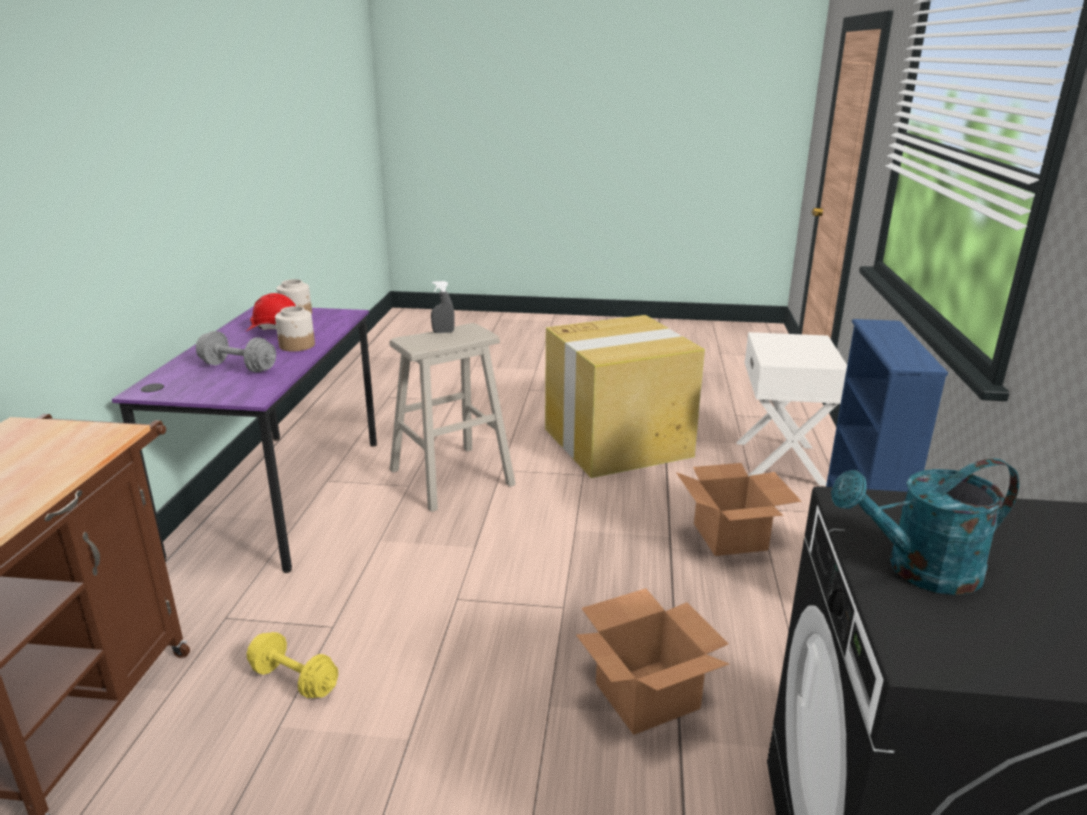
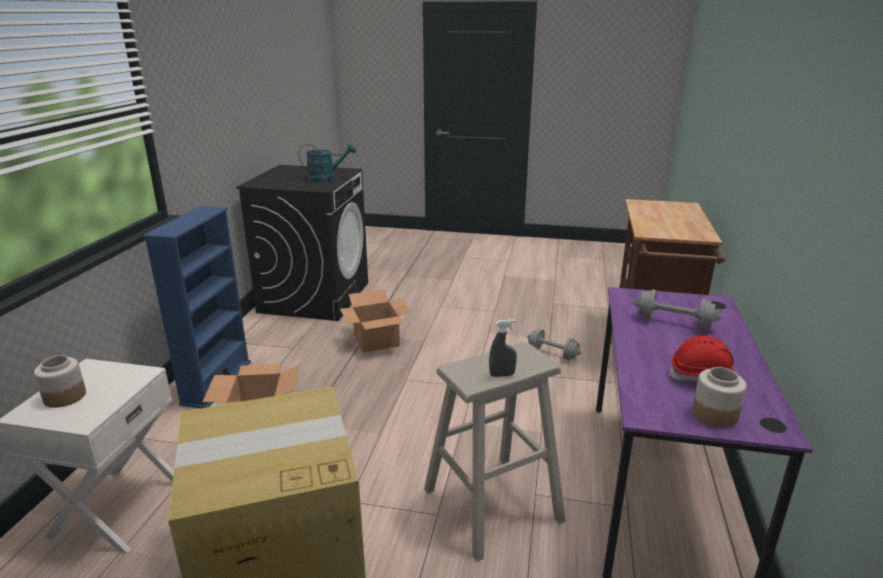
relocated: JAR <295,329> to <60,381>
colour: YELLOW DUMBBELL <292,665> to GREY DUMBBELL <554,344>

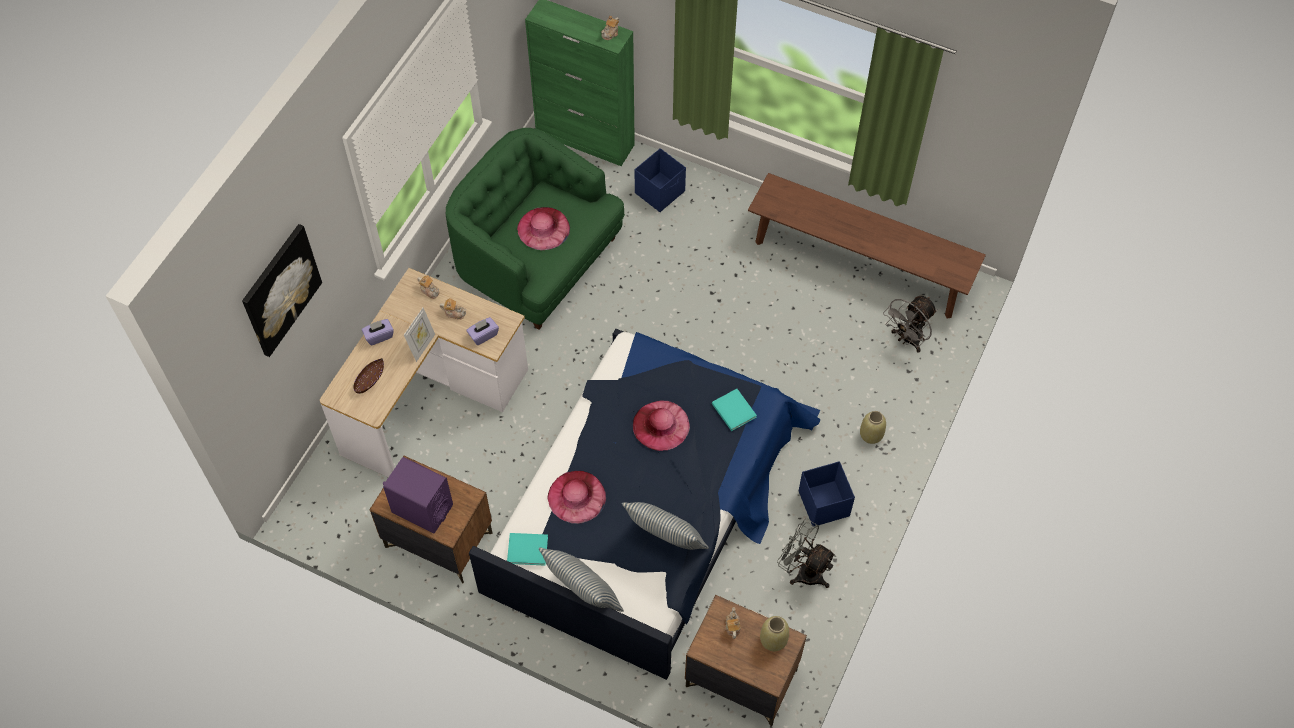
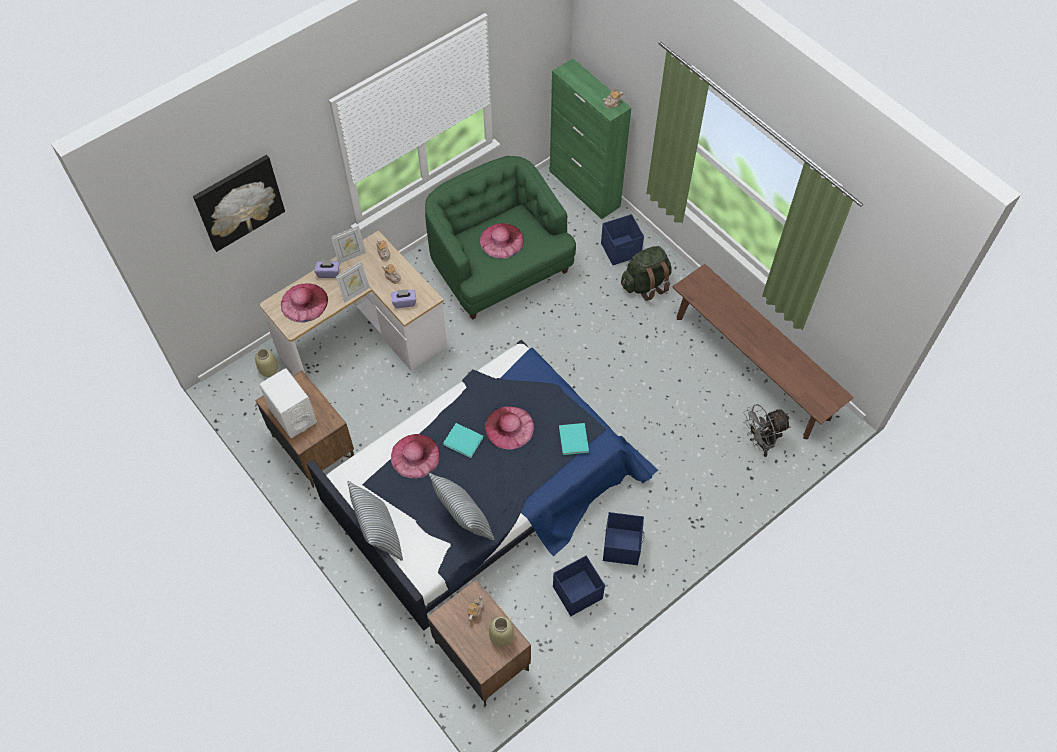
appeared: PICTURE FRAME <348,245>; GREEN BACKPACK <646,273>
relocated: TURQUOISE BOOK <527,549> to <463,440>; BEIGE VASE <873,427> to <266,363>
exchanged: BROWN BOWL <368,376> to PINK HAT <304,303>; GREY FAN <806,553> to BLUE STORAGE BOX <579,585>
colour: PURPLE SPEAKER <418,495> to WHITE SPEAKER <288,403>

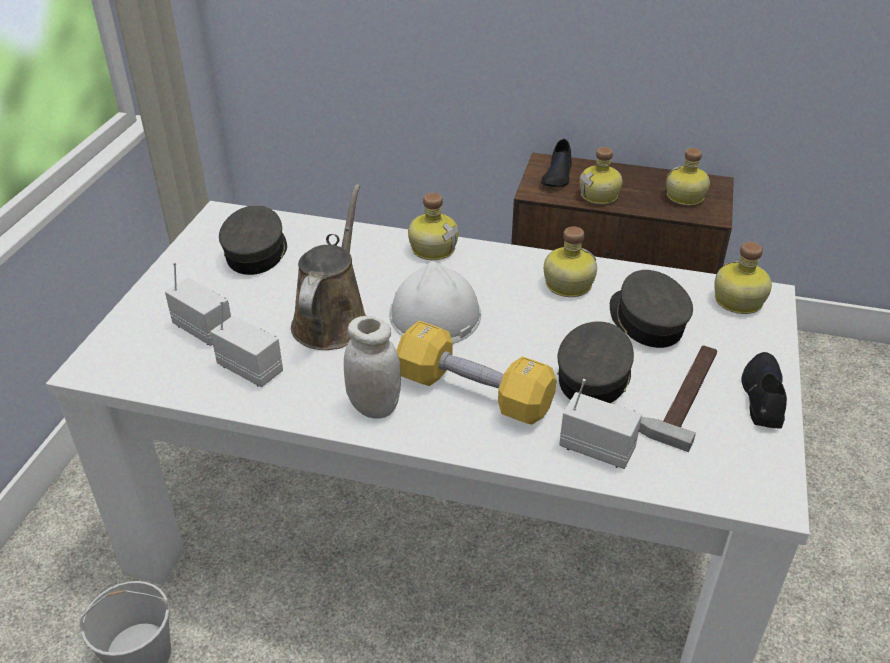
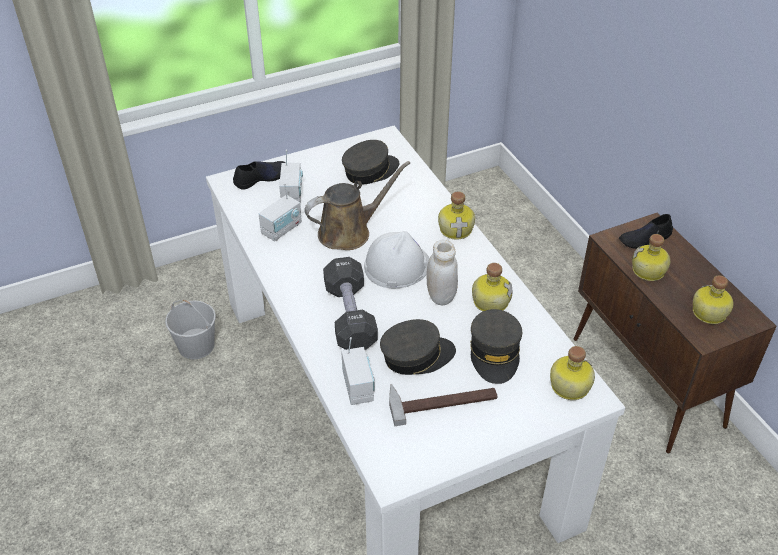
relocated: WHITE JAR <372,367> to <442,272>; BLACK SHOE <764,390> to <259,175>
colour: YELLOW DUMBBELL <476,373> to BLACK DUMBBELL <350,303>
spun: RADIO <246,343> = <280,212> 45 degrees clockwise; GREY CAP <651,309> = <496,346> 150 degrees clockwise

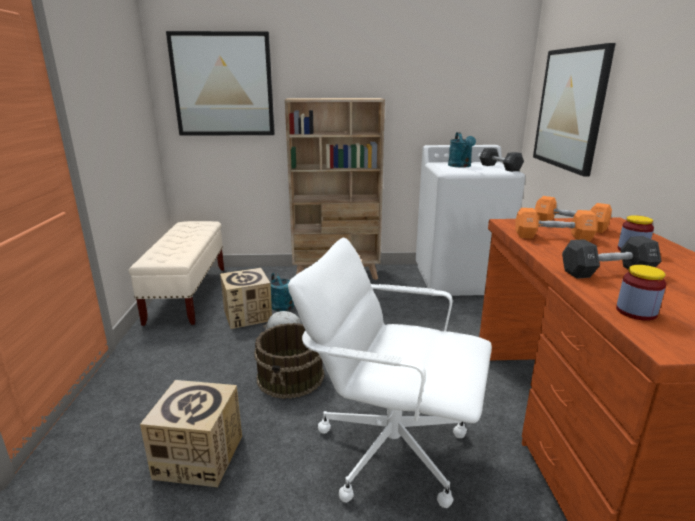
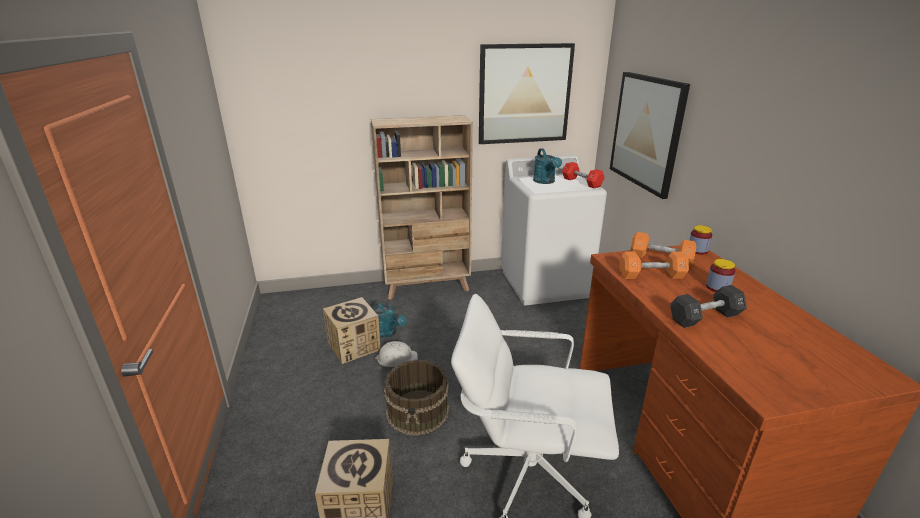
missing: BEIGE BENCH <176,273>
relocated: PICTURE <220,83> to <527,93>; JAR <641,293> to <700,240>
colour: BLACK DUMBBELL <502,160> to RED DUMBBELL <583,175>

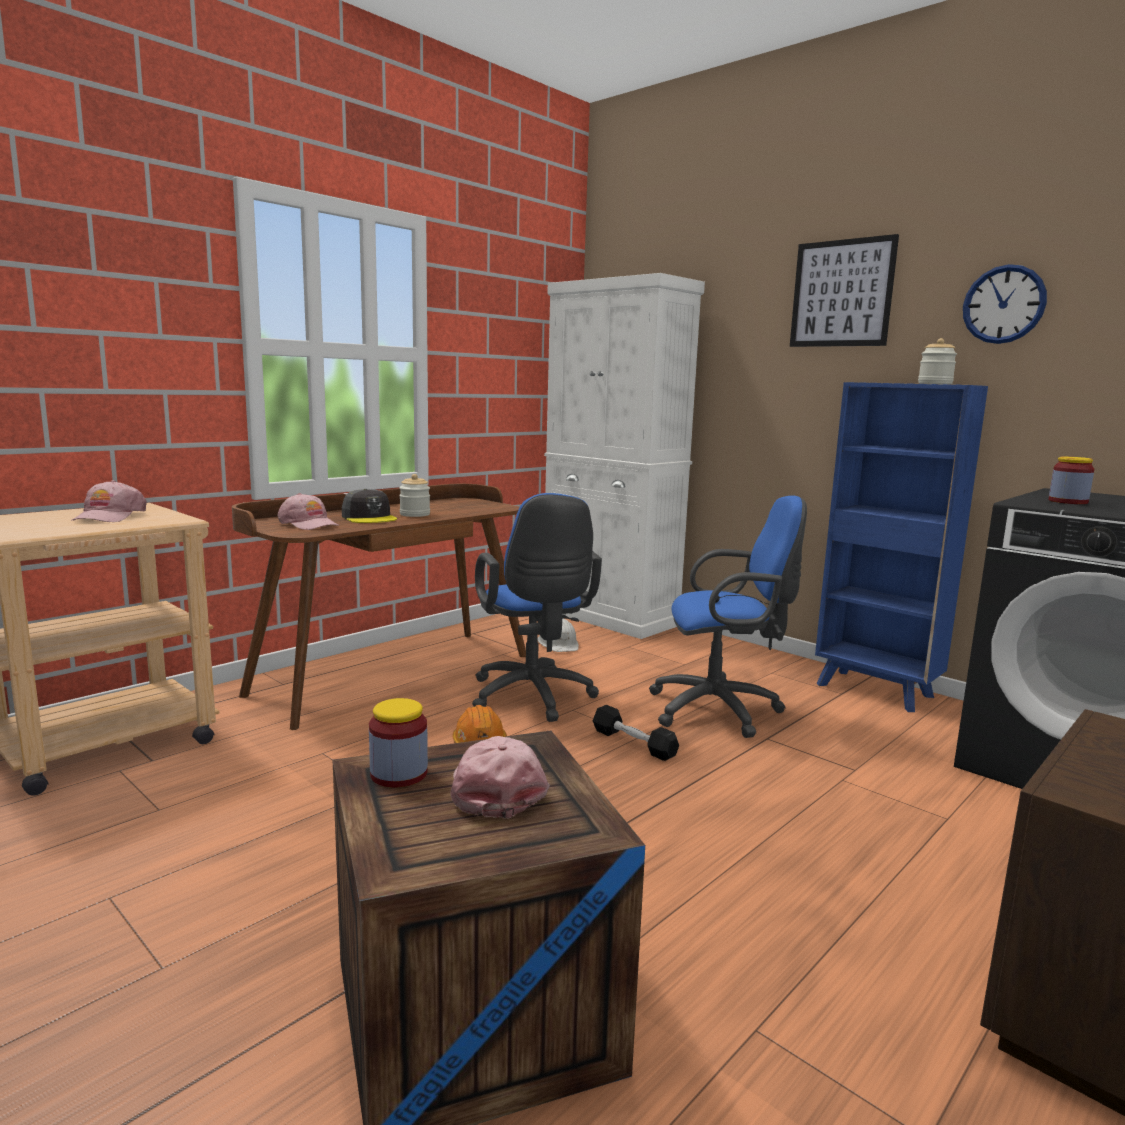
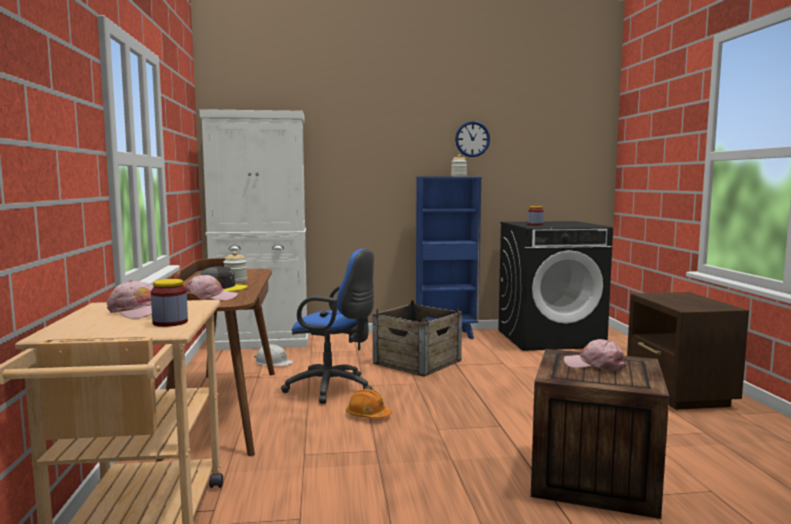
missing: BLACK DUMBBELL <636,733>; PICTURE <844,290>
relocated: JAR <398,742> to <169,303>
exchanged: BLUE OFFICE CHAIR <728,617> to CRATE <417,338>

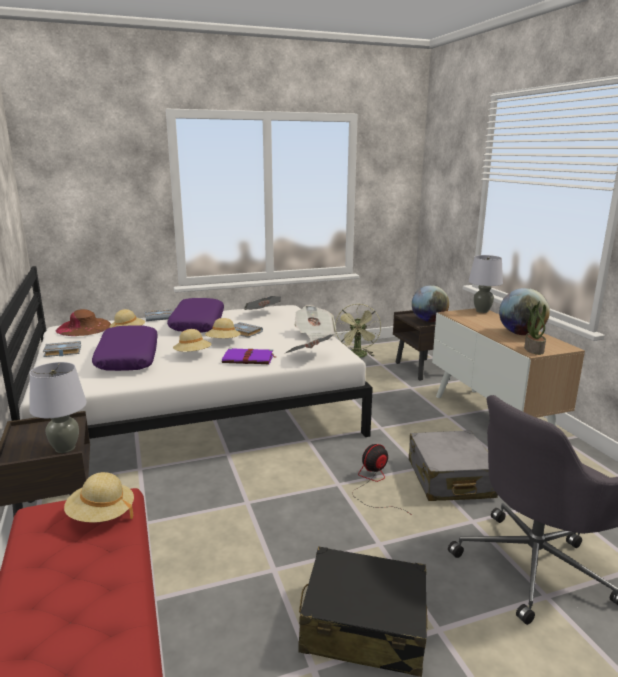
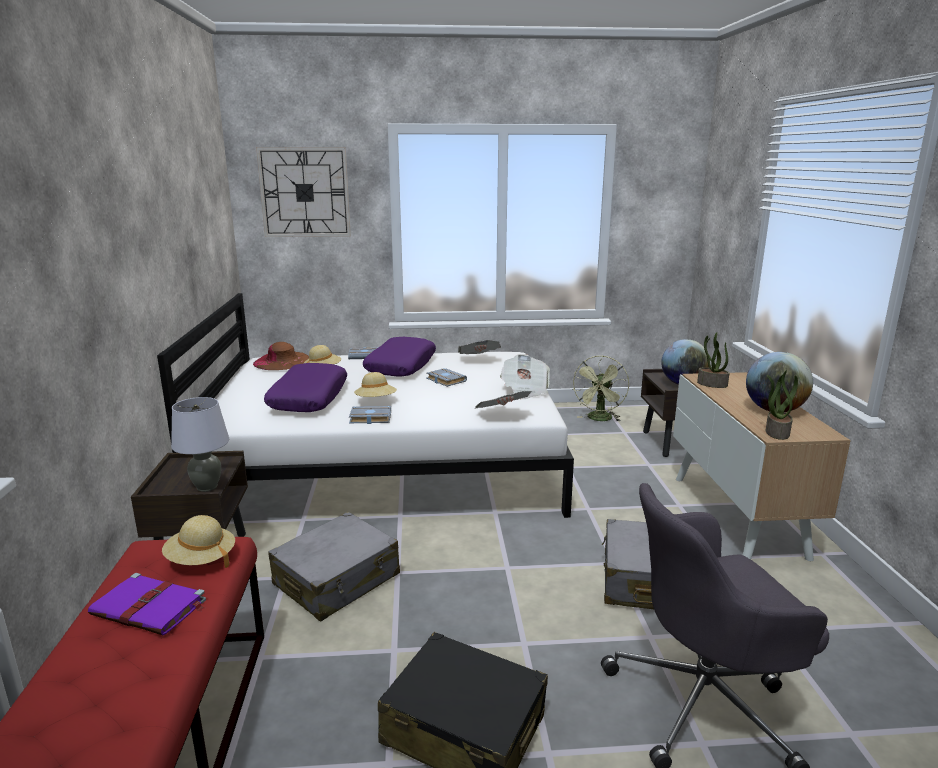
missing: BEIGE HAT <223,328>; FAN <382,479>; GREY TABLE LAMP <485,284>
appeared: WALL CLOCK <303,192>; GREY SUITCASE <334,566>; POTTED PLANT <713,360>
relocated: GREY BOOK <62,349> to <370,415>; PURPLE BOOK <249,356> to <147,604>

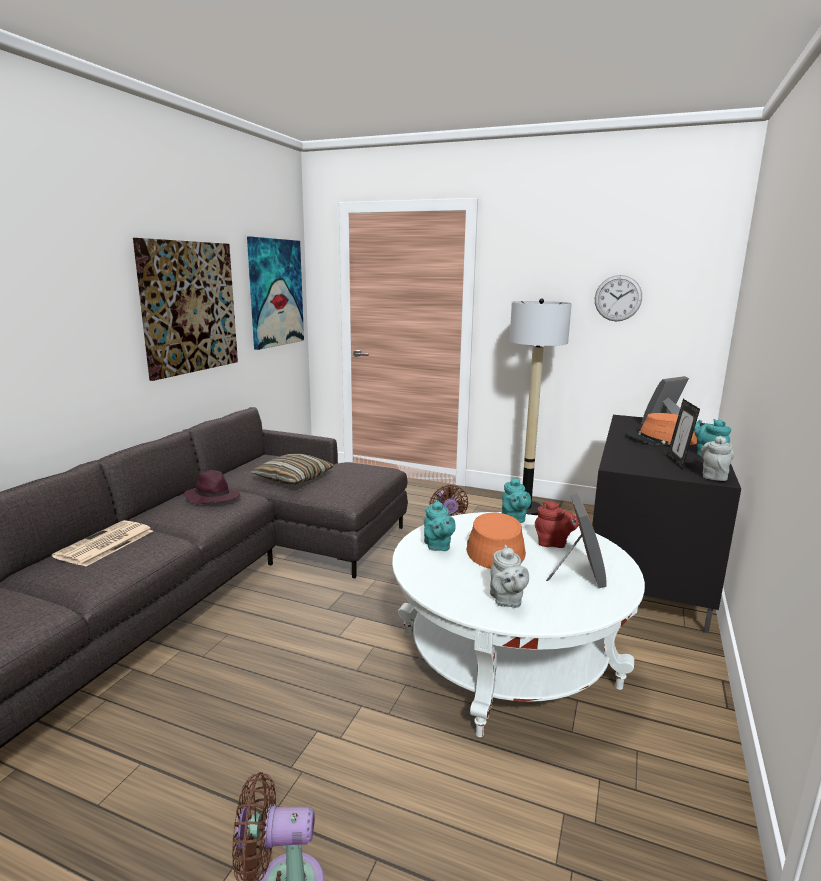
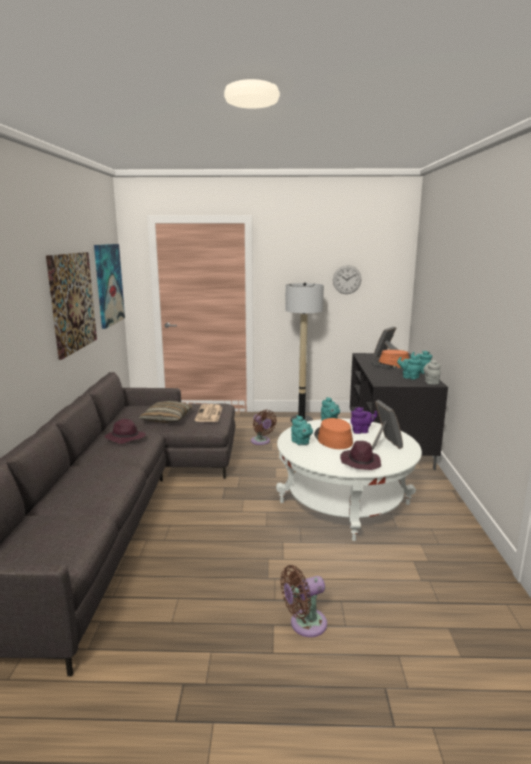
relocated: NEWSPAPER <102,543> to <209,413>
exchanged: GREY TEAPOT <509,576> to PURPLE HAT <360,455>; PICTURE FRAME <683,434> to TURQUOISE TEAPOT <409,368>
colour: RED TEAPOT <557,524> to PURPLE TEAPOT <364,420>

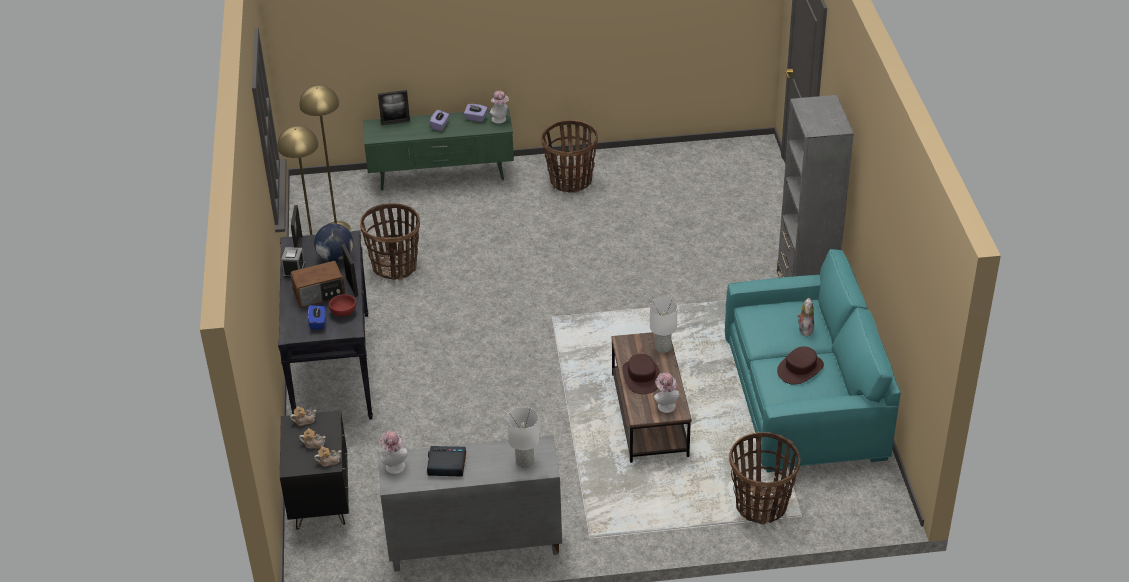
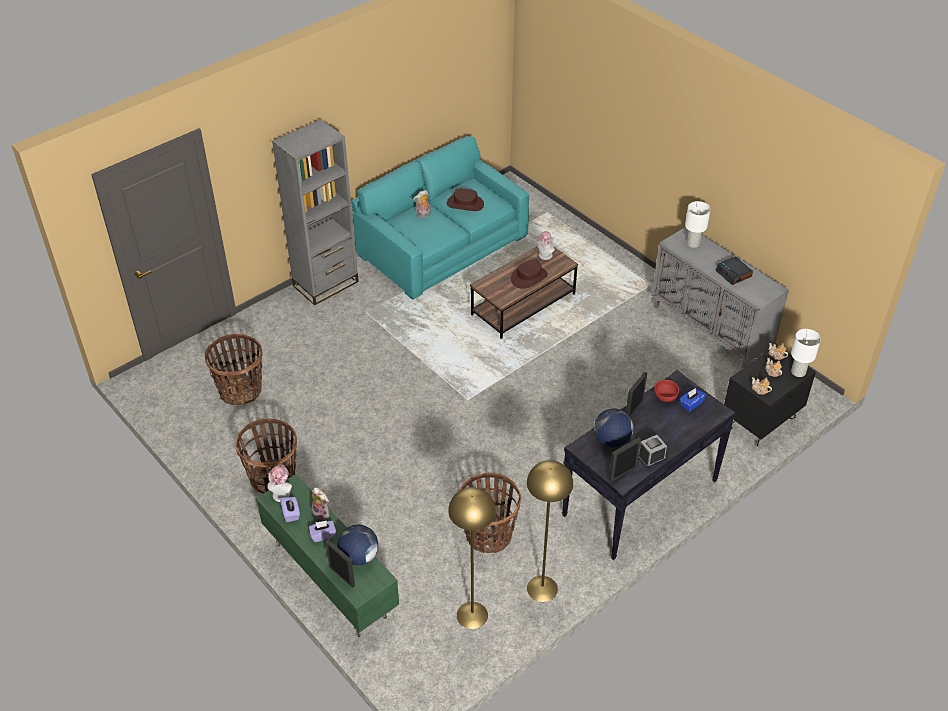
missing: RADIO <318,284>; HAT <394,452>
appeared: PLUSH TOY <321,504>; GLOBE <357,545>
relocated: WHITE TABLE LAMP <664,325> to <806,353>; BASKET <764,478> to <233,370>

